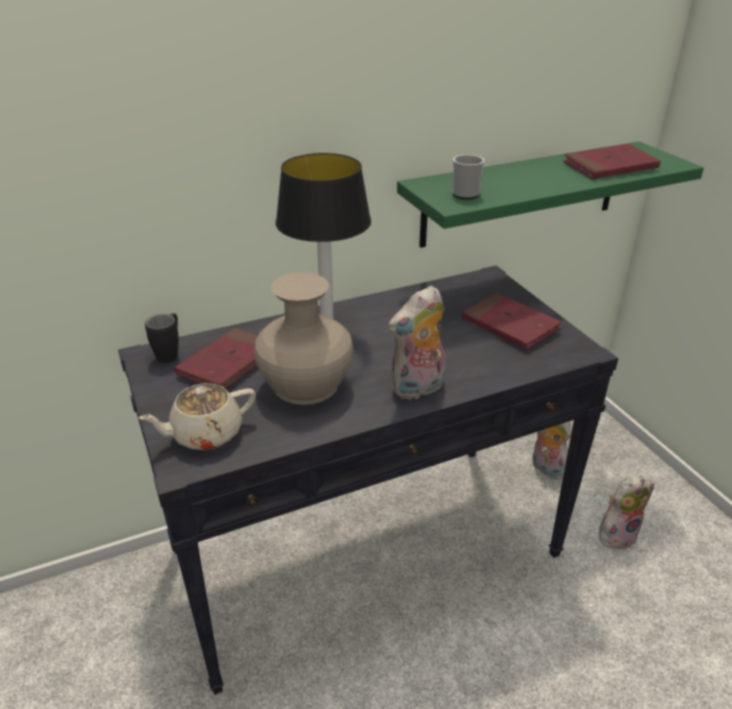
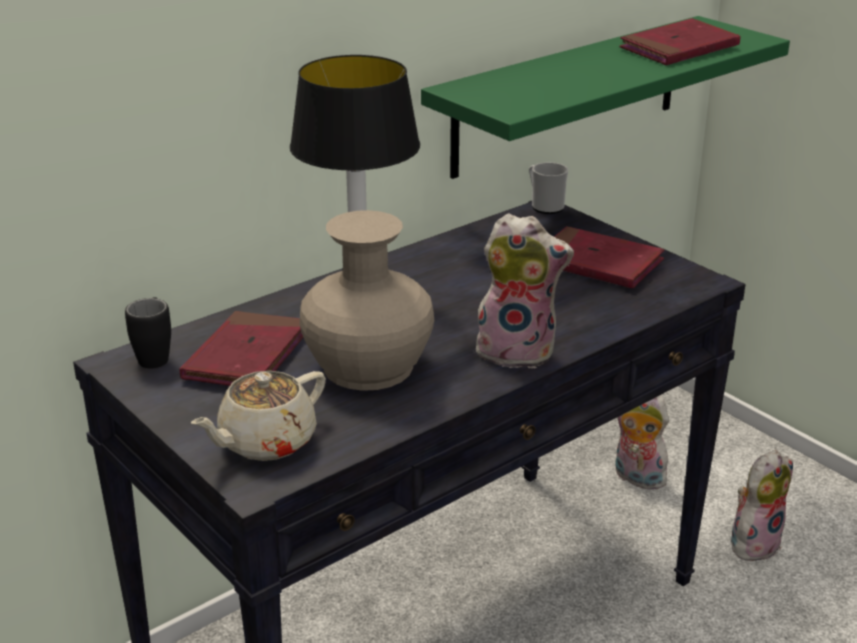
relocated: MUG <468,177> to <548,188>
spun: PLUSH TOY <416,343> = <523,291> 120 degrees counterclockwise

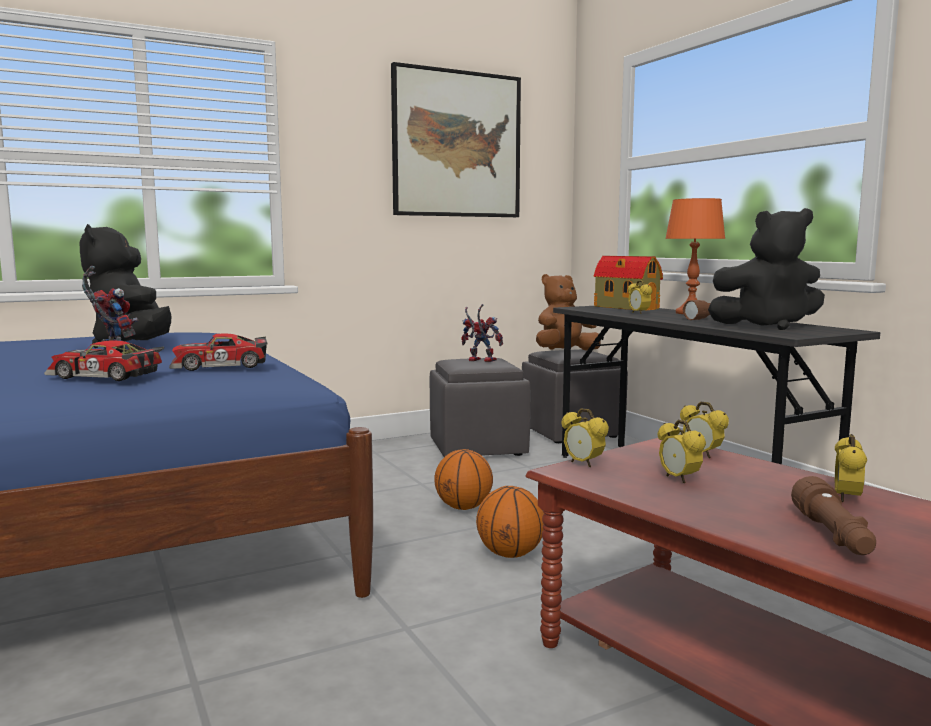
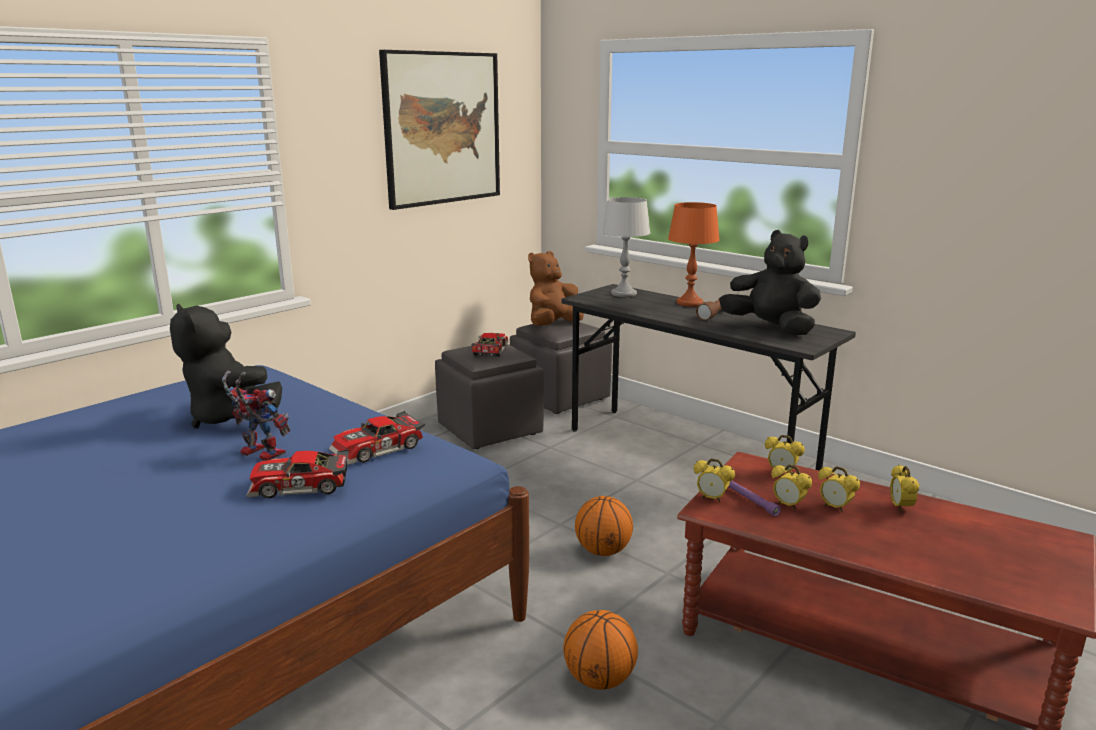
missing: BROWN FLASHLIGHT <833,515>
appeared: PURPLE FLASHLIGHT <754,498>
relocated: BASKETBALL <463,479> to <600,650>; ALARM CLOCK <640,297> to <839,489>
exchanged: TOY ROBOT <482,333> to TOY CAR <490,345>; TOY HOUSE <628,283> to GREY TABLE LAMP <626,247>
spun: BLACK PLUSH TOY <766,269> = <770,282> 120 degrees counterclockwise

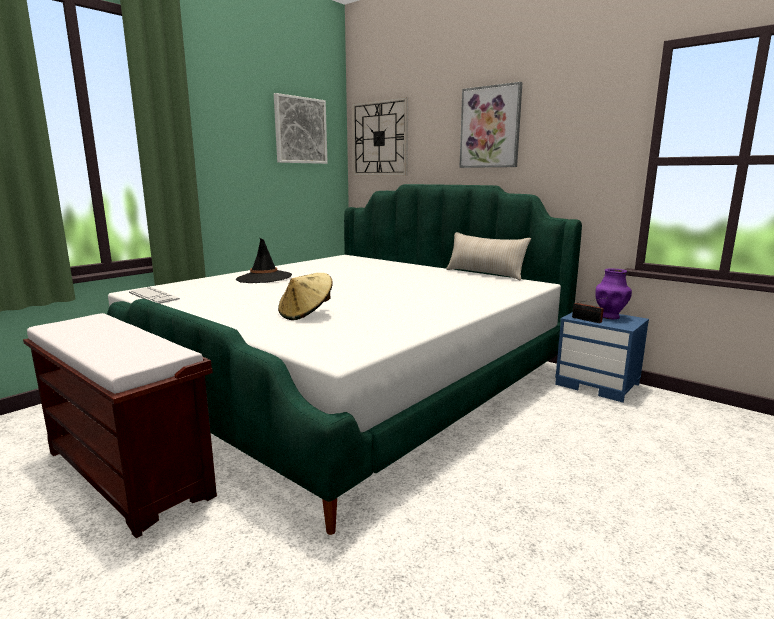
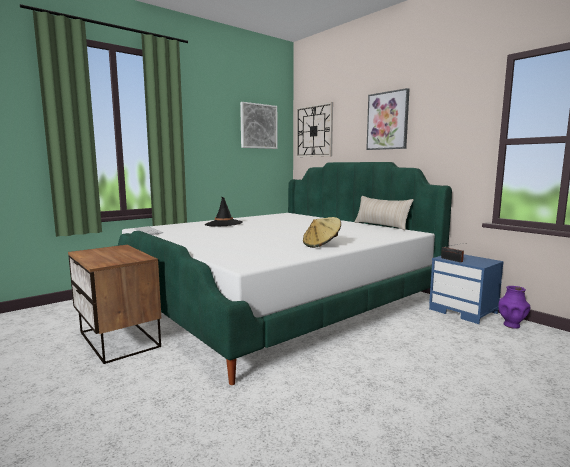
relocated: BEIGE HAT <305,296> to <322,232>; PURPLE VASE <613,293> to <515,307>
exchanged: BROWN BENCH <120,425> to NIGHTSTAND <114,304>

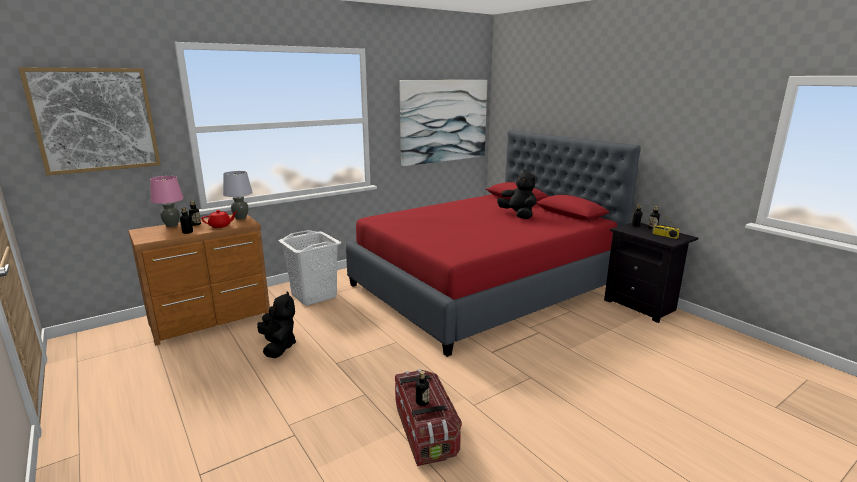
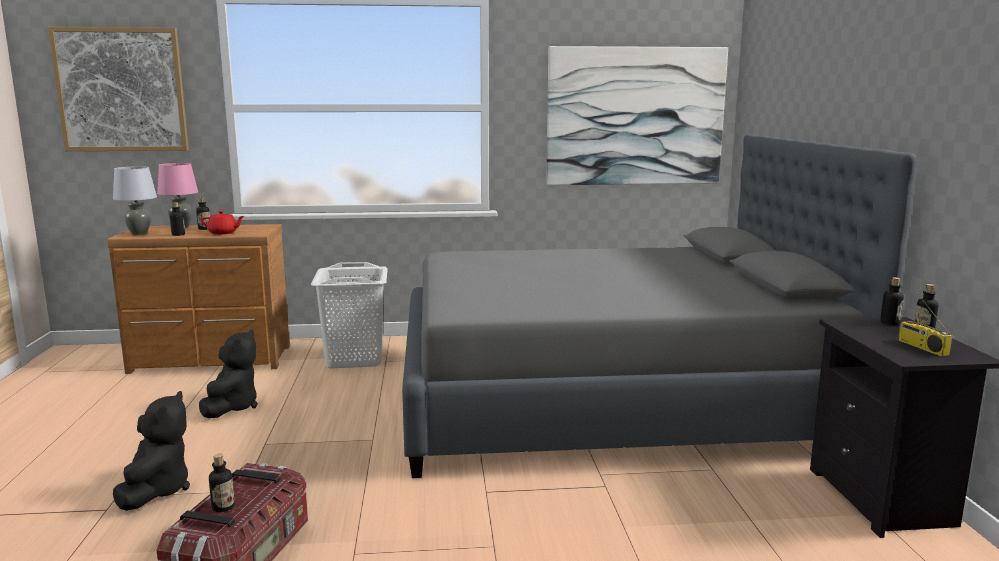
relocated: GREY TABLE LAMP <238,195> to <135,200>; BLACK PLUSH TOY <517,194> to <151,451>
colour: RED BED <493,243> to GREY BED <659,306>

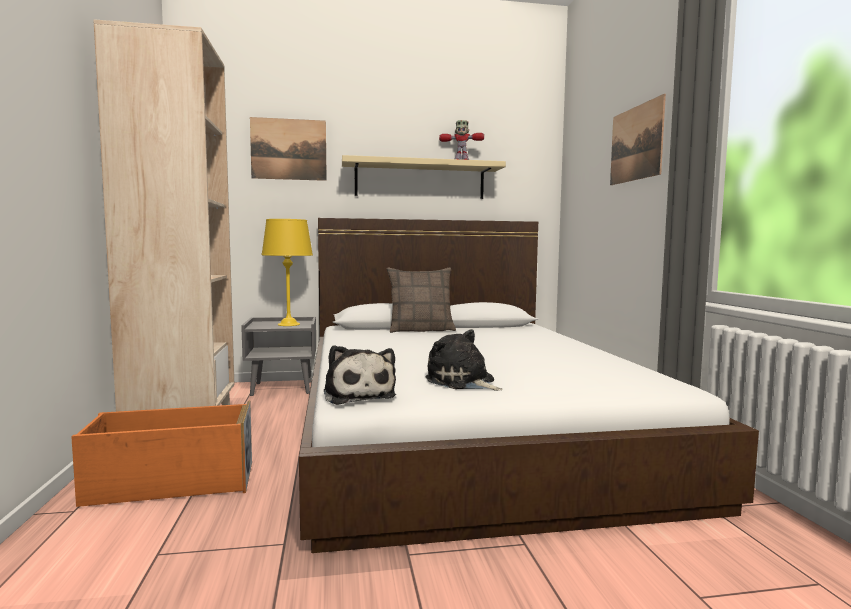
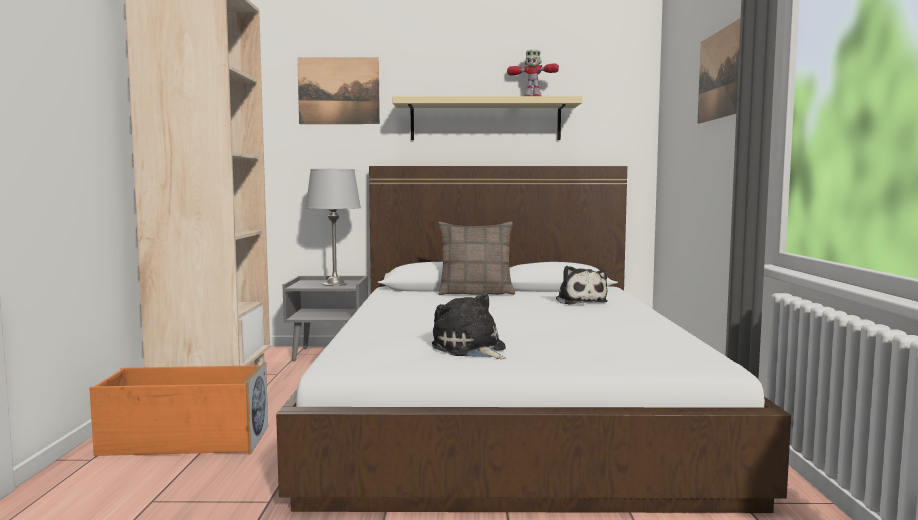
relocated: PLUSH TOY <360,375> to <581,285>
colour: YELLOW TABLE LAMP <287,272> to GREY TABLE LAMP <333,227>

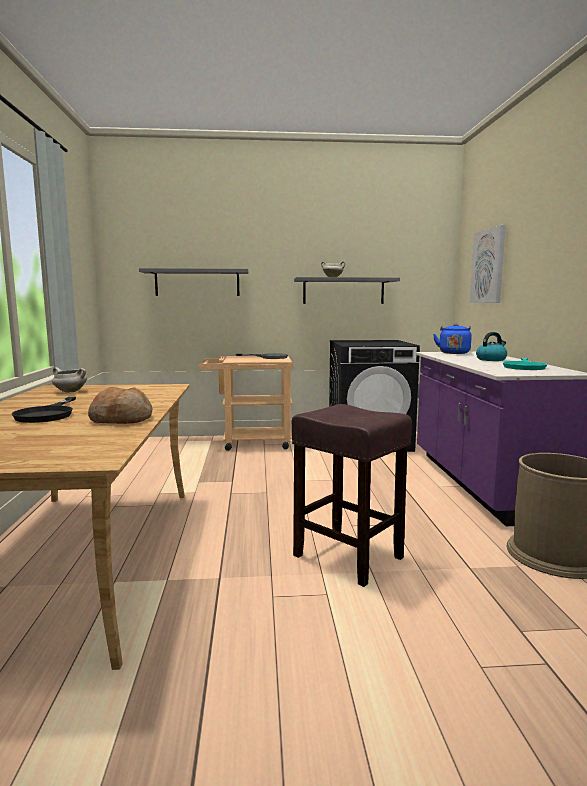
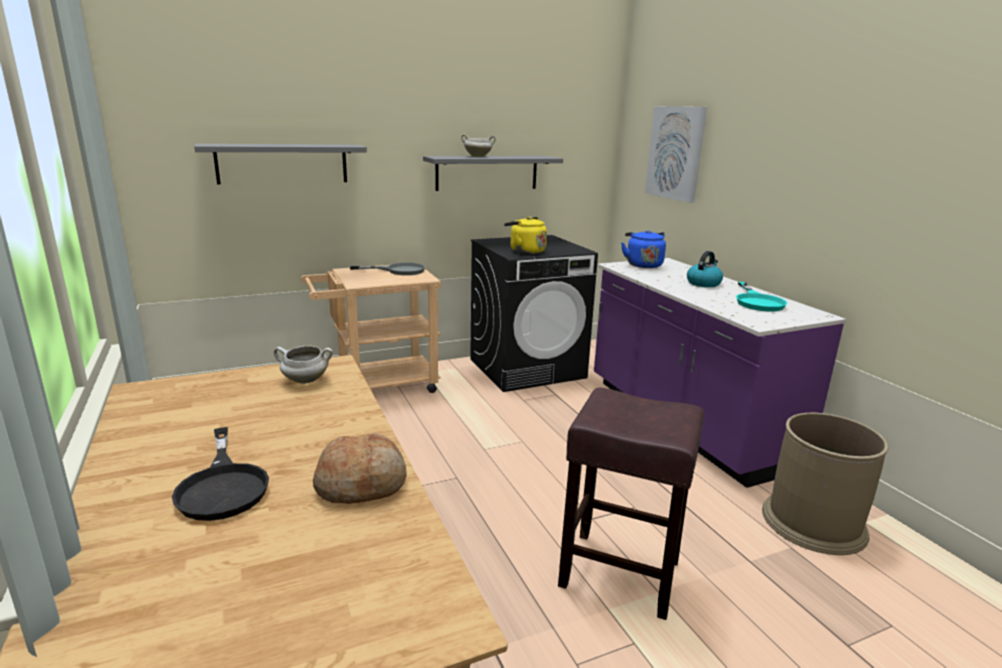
appeared: YELLOW KETTLE <525,235>
relocated: WHITE COOKING POT <69,380> to <303,365>

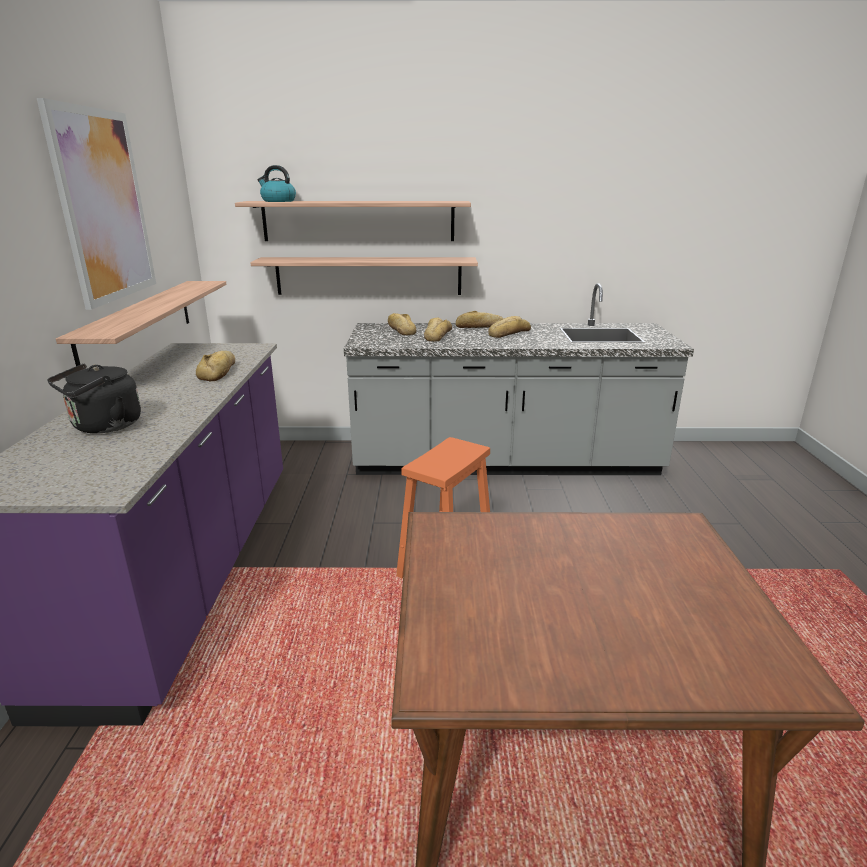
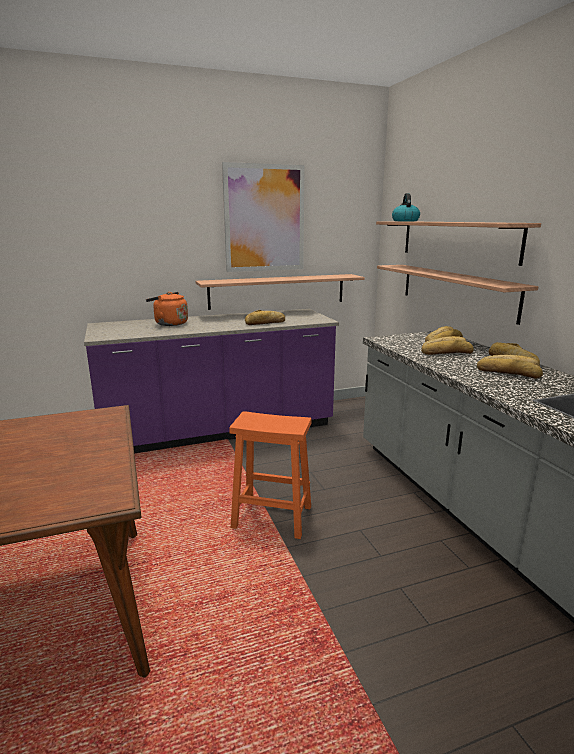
colour: BLACK KETTLE <94,398> to ORANGE KETTLE <167,309>

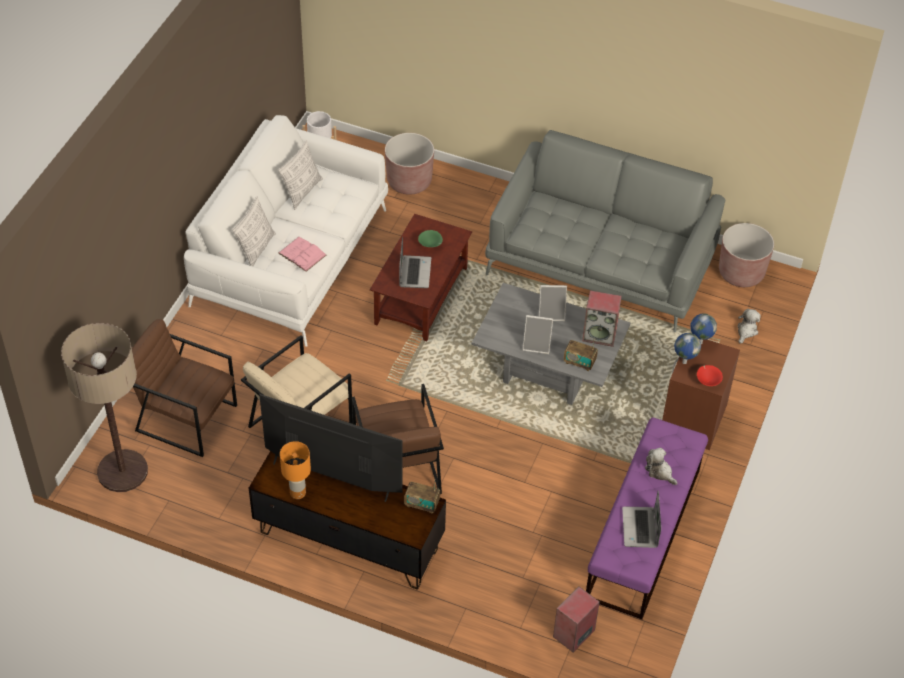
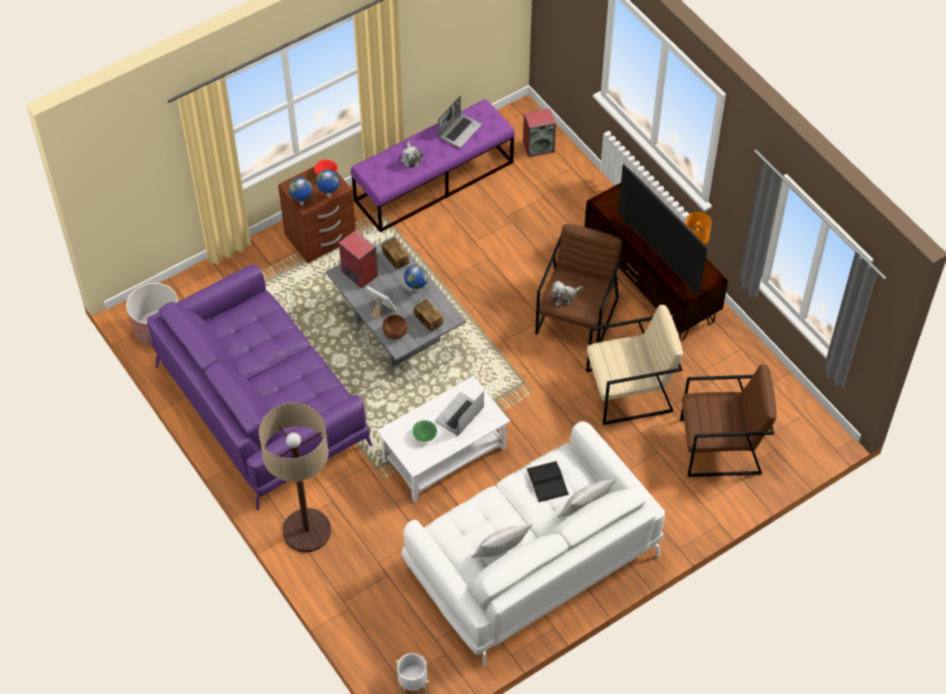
missing: BROWN PLANTER <409,164>
appeared: BROWN BOWL <394,327>
relocated: FLOOR LAMP <104,407> to <295,477>; RADIO <422,496> to <428,314>; PLUSH TOY <749,326> to <567,293>
exchanged: PICTURE FRAME <537,334> to GLOBE <416,279>
colour: PINK BOOK <302,254> to BLACK BOOK <547,481>; BROWN COFFEE TABLE <421,277> to WHITE COFFEE TABLE <443,439>; GREY SOFA <605,231> to PURPLE SOFA <259,387>
spun: BROWN ARMCHAIR <181,388> = <728,420> 60 degrees counterclockwise

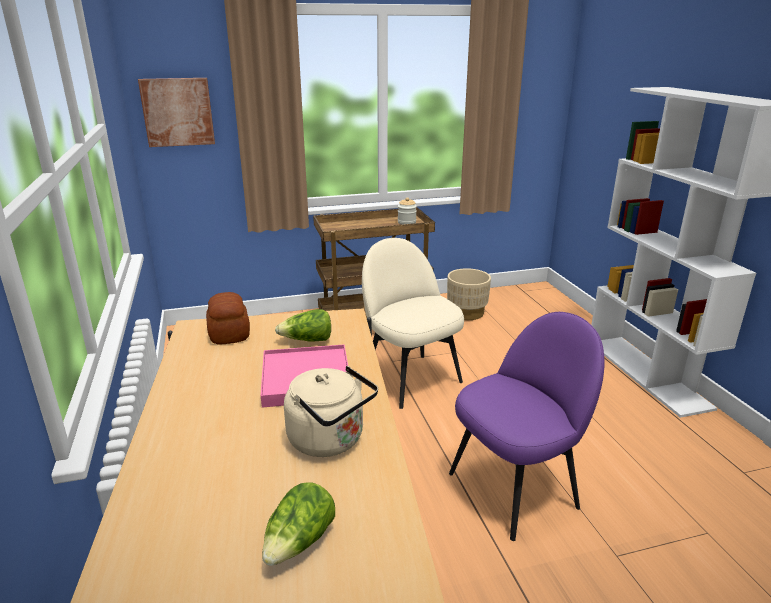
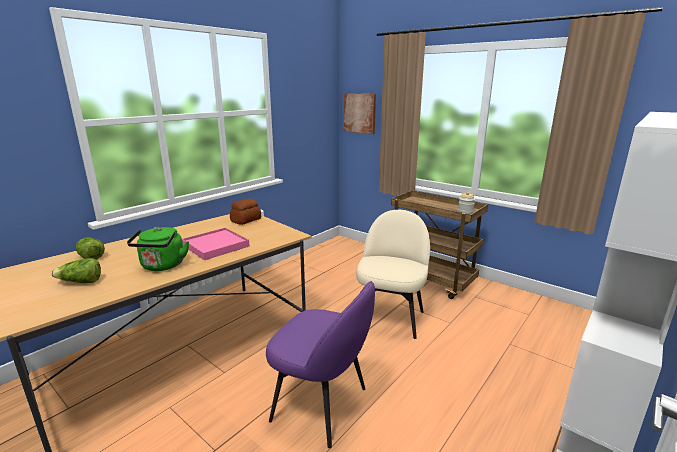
missing: BEIGE PLANTER <469,294>
relocated: LETTUCE <303,325> to <90,248>
colour: BEIGE KETTLE <331,411> to GREEN KETTLE <158,249>

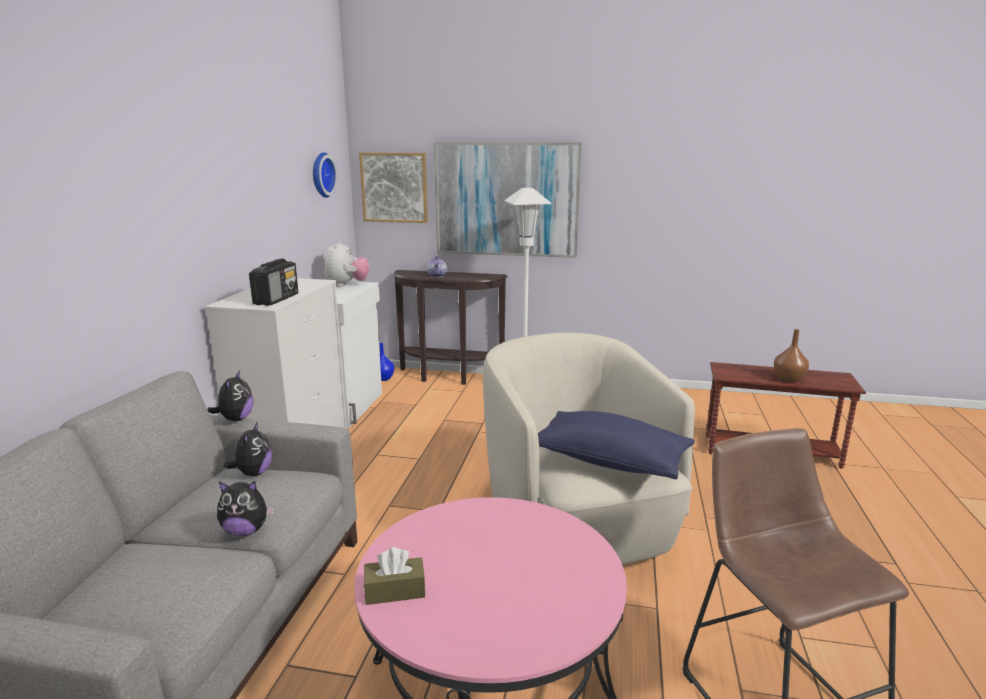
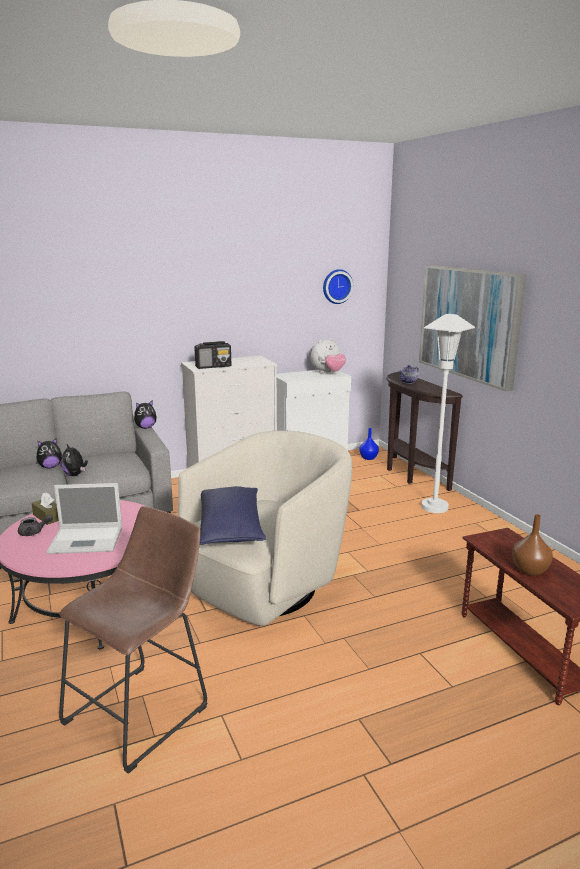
missing: PICTURE <393,188>
appeared: GREY TEAPOT <35,525>; LAPTOP <84,518>
relocated: PLUSH TOY <248,448> to <49,453>

